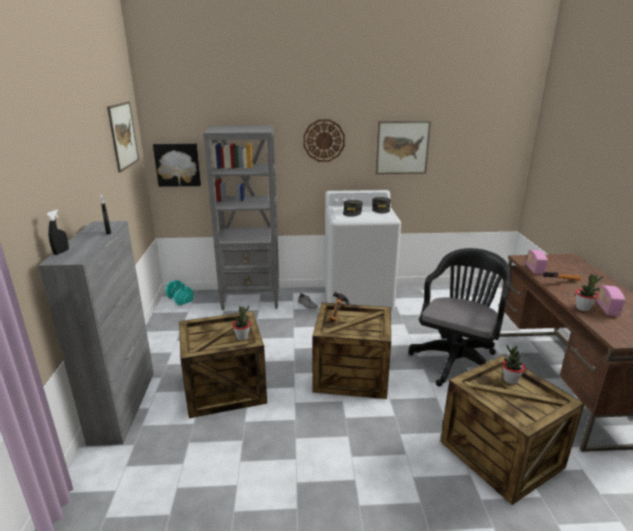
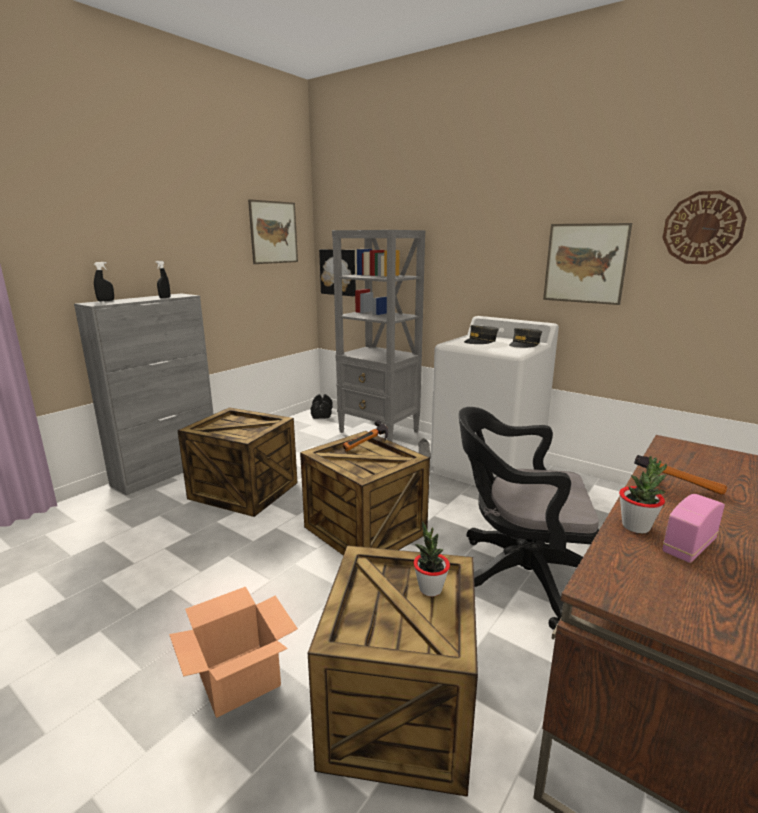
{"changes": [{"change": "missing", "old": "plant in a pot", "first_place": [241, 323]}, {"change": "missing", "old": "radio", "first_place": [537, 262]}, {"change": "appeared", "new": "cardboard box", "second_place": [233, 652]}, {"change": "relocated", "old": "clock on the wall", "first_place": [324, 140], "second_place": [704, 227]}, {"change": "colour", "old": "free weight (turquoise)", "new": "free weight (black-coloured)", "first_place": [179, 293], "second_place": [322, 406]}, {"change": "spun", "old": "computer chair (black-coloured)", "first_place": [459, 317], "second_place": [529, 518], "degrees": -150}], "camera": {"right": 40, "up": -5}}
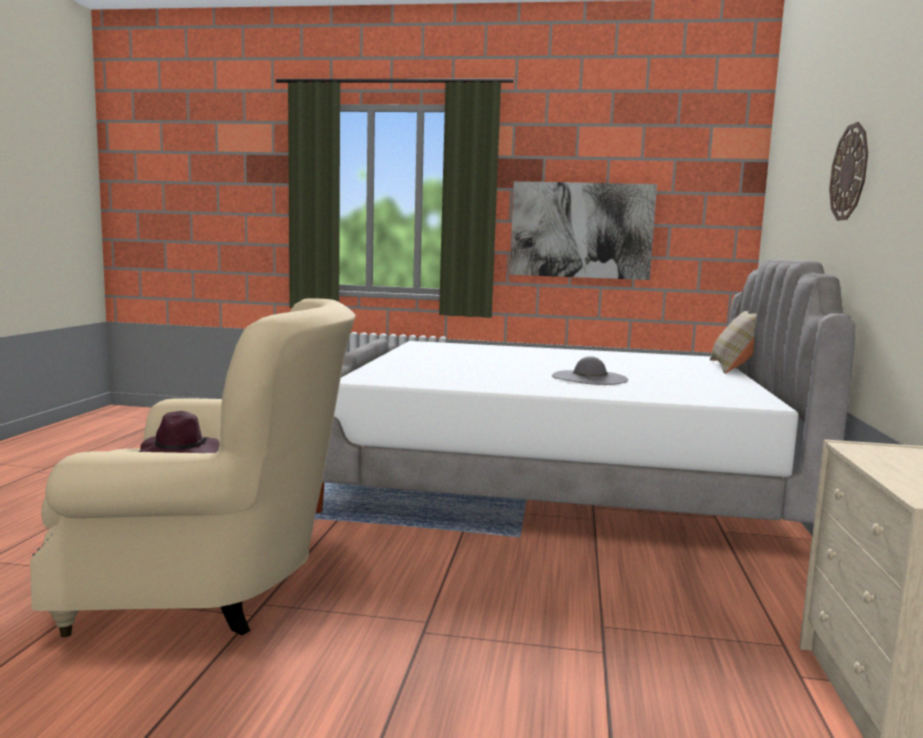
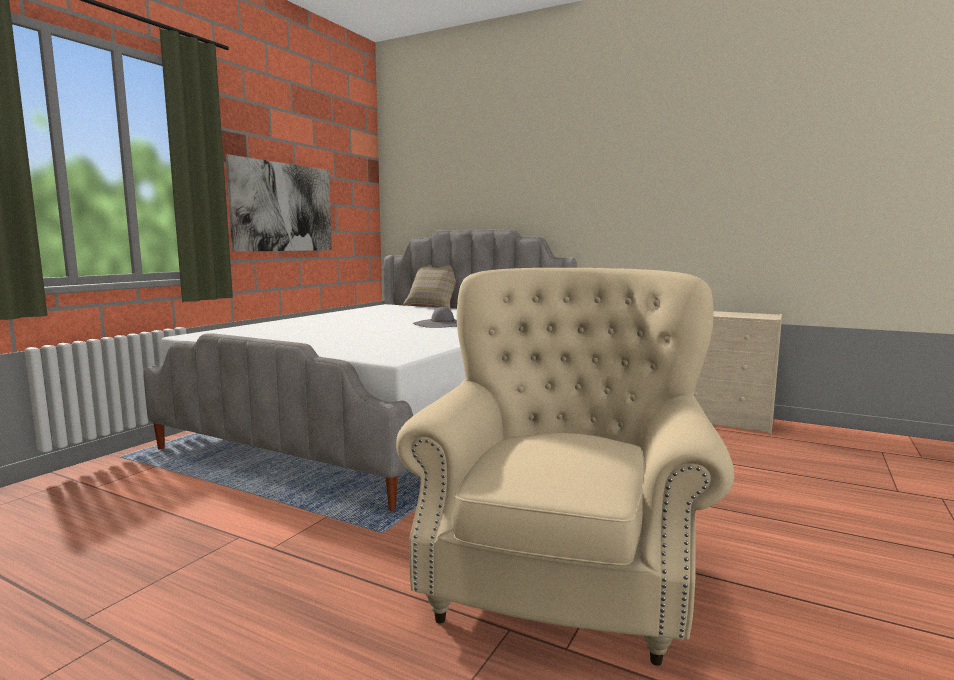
{"changes": [{"change": "missing", "old": "clothing hat (purple-coloured)", "first_place": [179, 432]}, {"change": "missing", "old": "clock on the wall", "first_place": [848, 171]}], "camera": {"right": -70, "up": 0}}
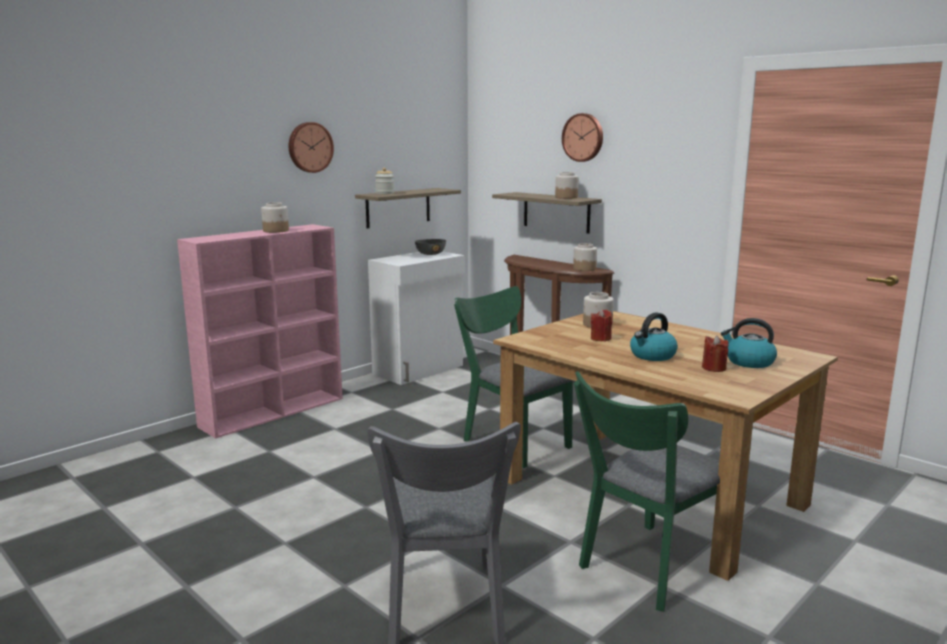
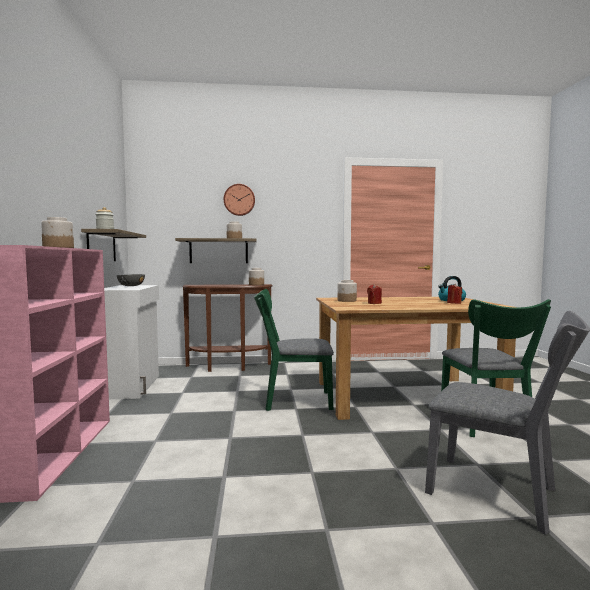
{"changes": [{"change": "missing", "old": "clock on the wall", "first_place": [311, 147]}, {"change": "missing", "old": "water kettle", "first_place": [654, 336]}], "camera": {"right": -50, "up": -10}}
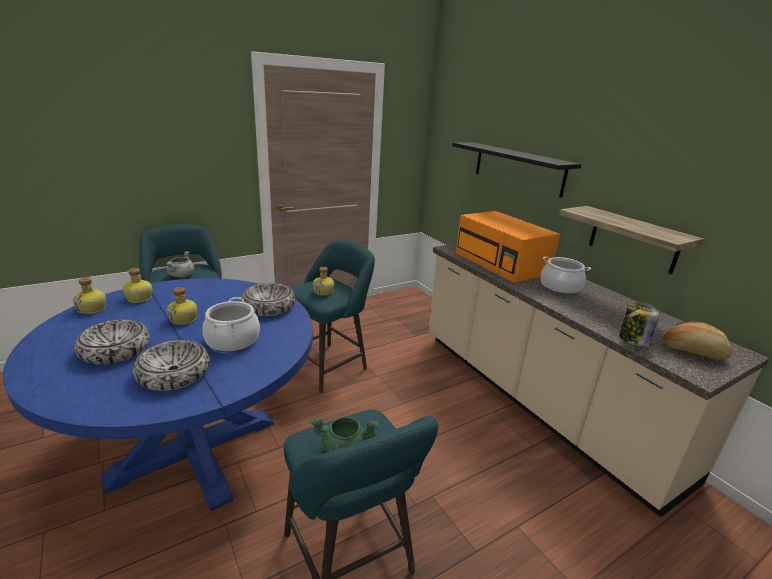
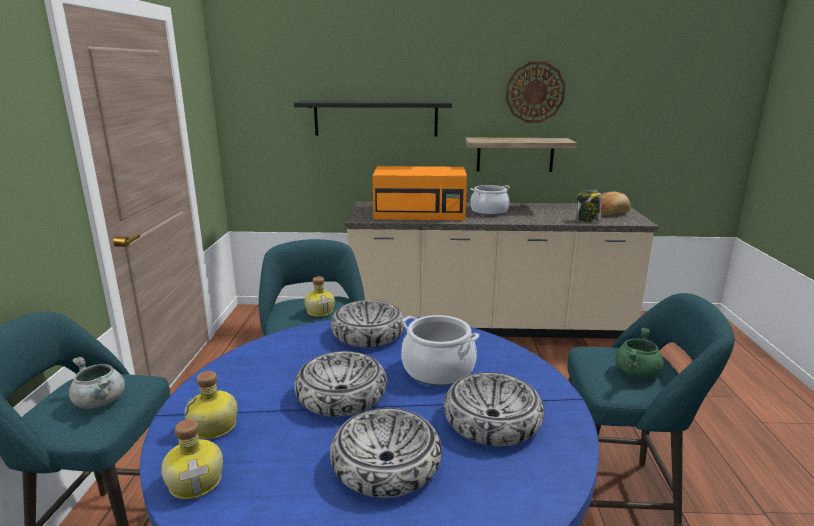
{"changes": [{"change": "appeared", "new": "clock on the wall", "second_place": [536, 92]}, {"change": "exchanged", "old": "beverage bottle", "new": "deep dish", "first_place": [182, 306], "second_place": [340, 384]}], "camera": {"right": -55, "up": -5}}
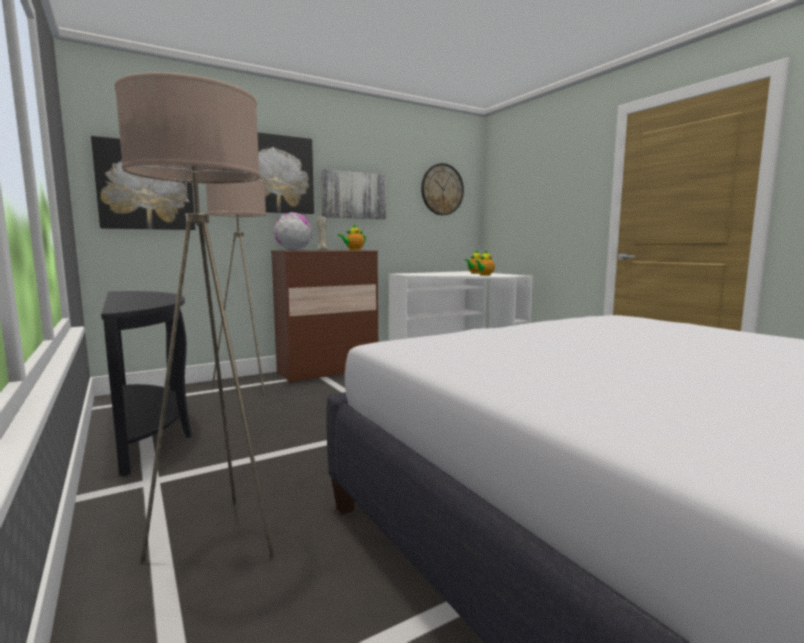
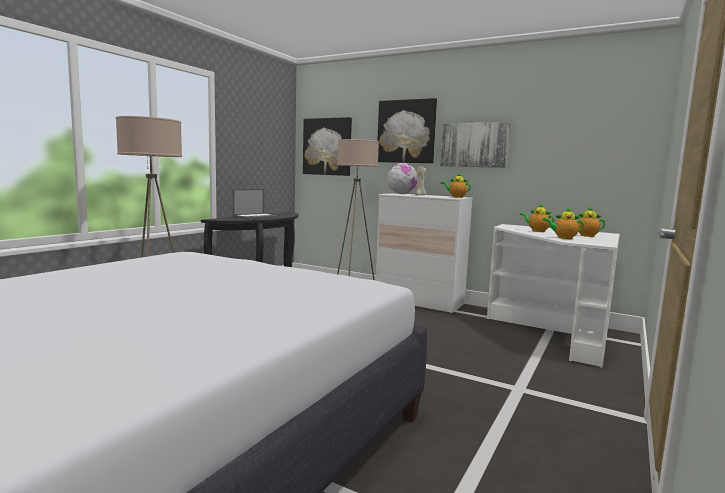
{"changes": [{"change": "missing", "old": "clock on the wall", "first_place": [442, 189]}, {"change": "appeared", "new": "laptop", "second_place": [257, 204]}, {"change": "appeared", "new": "teapot", "second_place": [537, 218]}, {"change": "colour", "old": "chest of drawers (brown-coloured)", "new": "chest of drawers (white)", "first_place": [324, 316], "second_place": [424, 253]}], "camera": {"right": 60, "up": 0}}
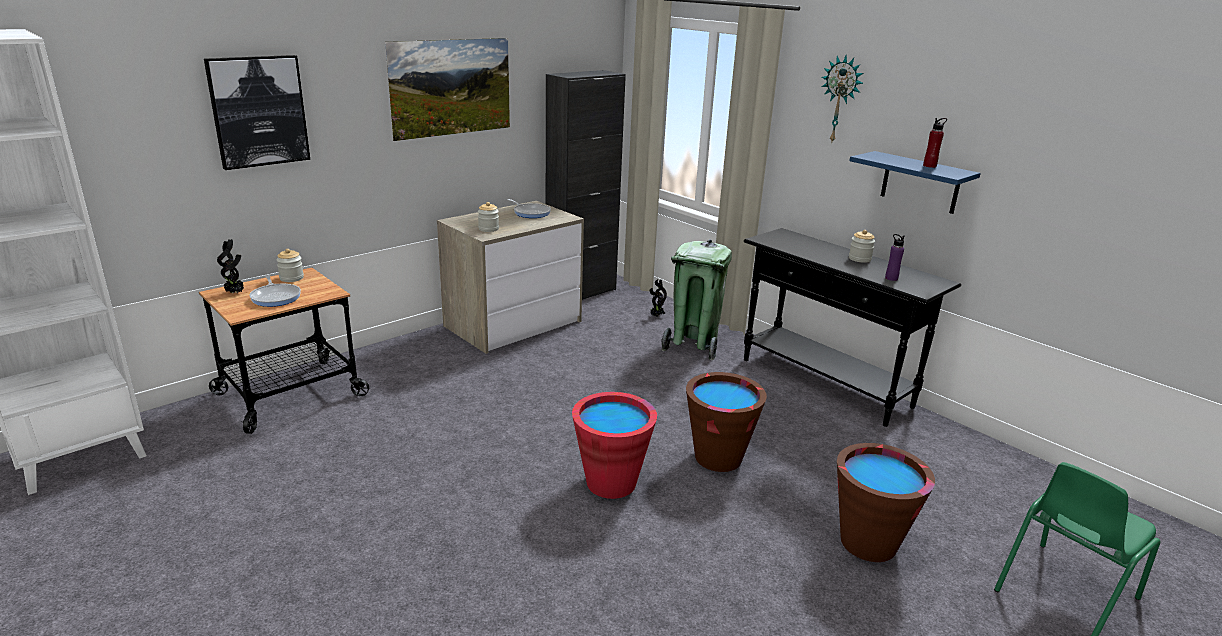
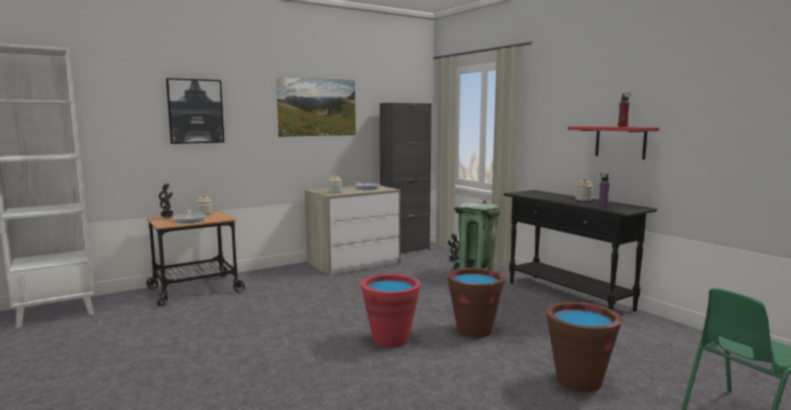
{"changes": [{"change": "missing", "old": "clock on the wall", "first_place": [842, 100]}, {"change": "colour", "old": "bracket shelf (bluish)", "new": "bracket shelf (red-coloured)", "first_place": [915, 182], "second_place": [613, 143]}], "camera": {"right": 10, "up": -15}}
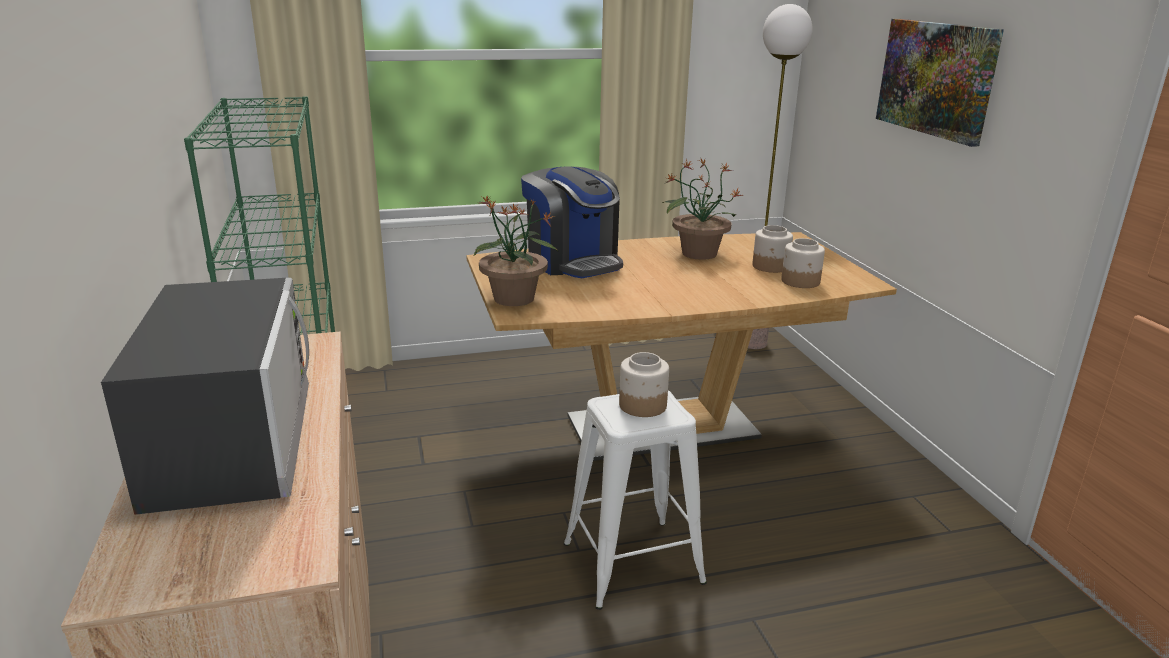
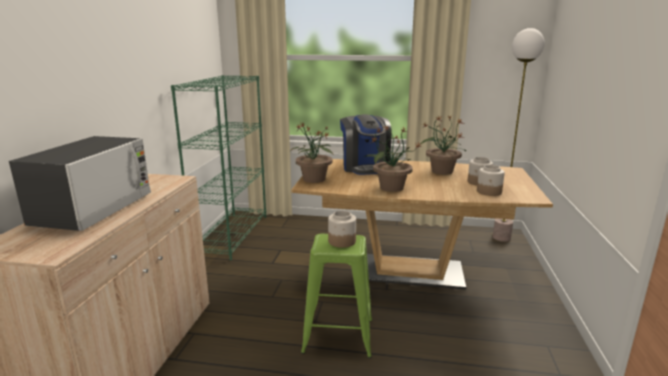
{"changes": [{"change": "missing", "old": "wall art", "first_place": [940, 83]}, {"change": "appeared", "new": "plant in a pot", "second_place": [392, 158]}, {"change": "colour", "old": "stool seat (white)", "new": "stool seat (greenish)", "first_place": [635, 500], "second_place": [336, 296]}], "camera": {"right": 25, "up": -5}}
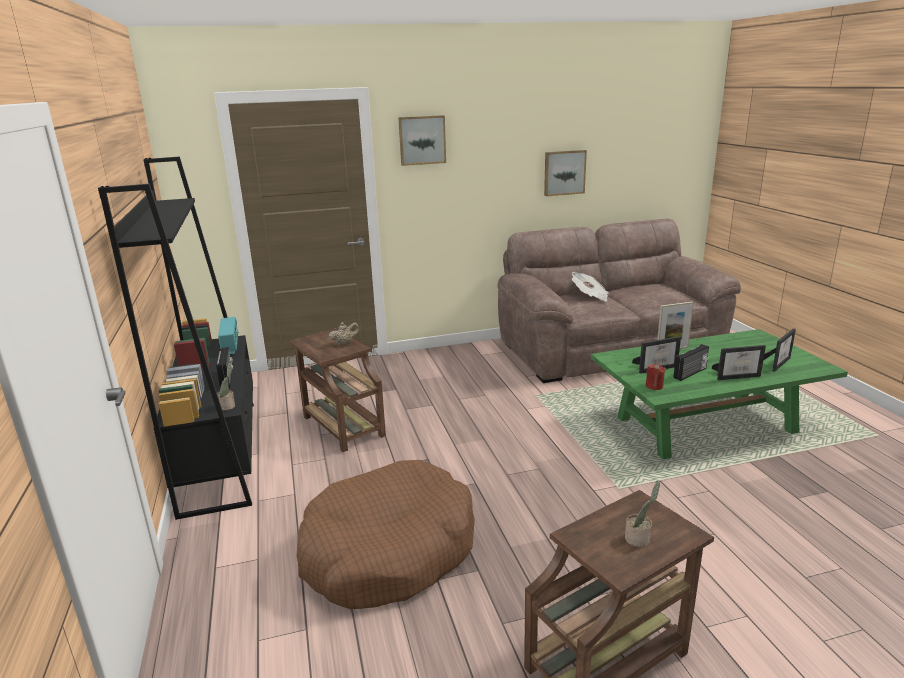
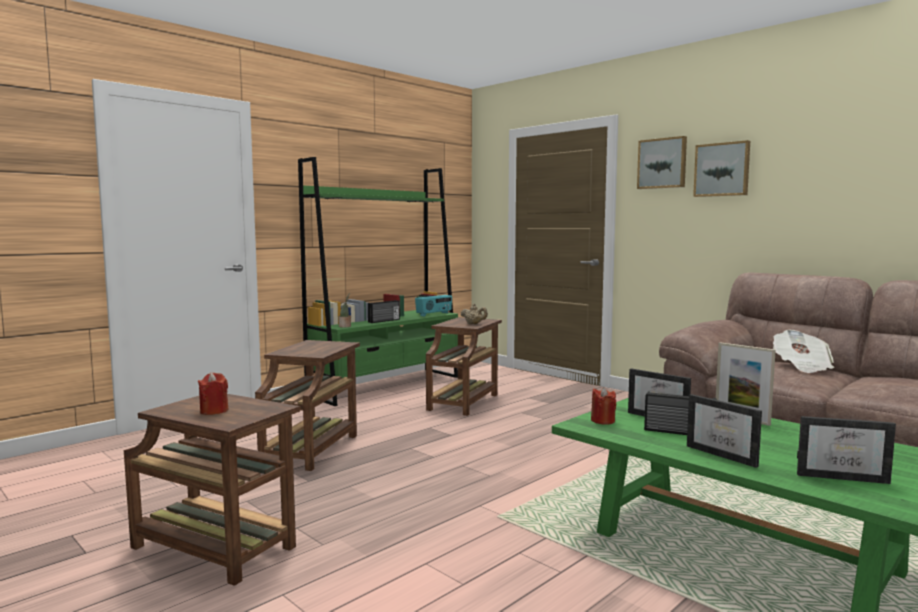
{"changes": [{"change": "relocated", "old": "wall art", "first_place": [565, 173], "second_place": [721, 168]}, {"change": "exchanged", "old": "dog bed (brown-coloured)", "new": "accent table (brown-coloured)", "first_place": [386, 534], "second_place": [307, 405]}, {"change": "exchanged", "old": "plant in a pot", "new": "wax candle (red-coloured)", "first_place": [642, 513], "second_place": [213, 393]}, {"change": "colour", "old": "bookshelf (black-coloured)", "new": "bookshelf (greenish)", "first_place": [176, 338], "second_place": [378, 281]}], "camera": {"right": 60, "up": -15}}
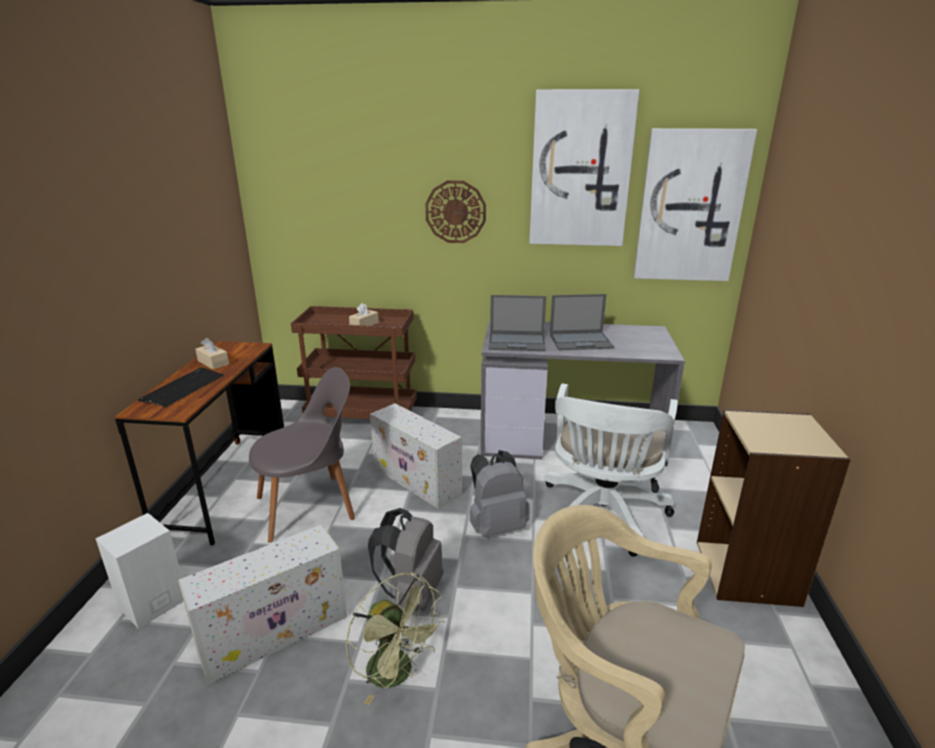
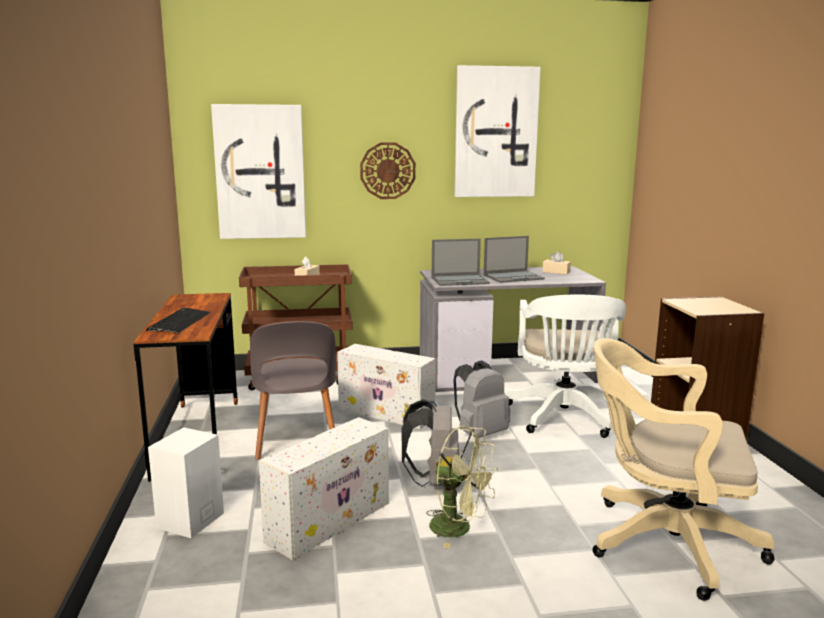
{"changes": [{"change": "relocated", "old": "tissue holder (sand-coloured)", "first_place": [212, 354], "second_place": [556, 263]}, {"change": "relocated", "old": "wall art", "first_place": [695, 204], "second_place": [258, 171]}, {"change": "spun", "old": "plain chair (gray)", "first_place": [302, 455], "second_place": [293, 390], "degrees": 120}], "camera": {"right": -15, "up": -10}}
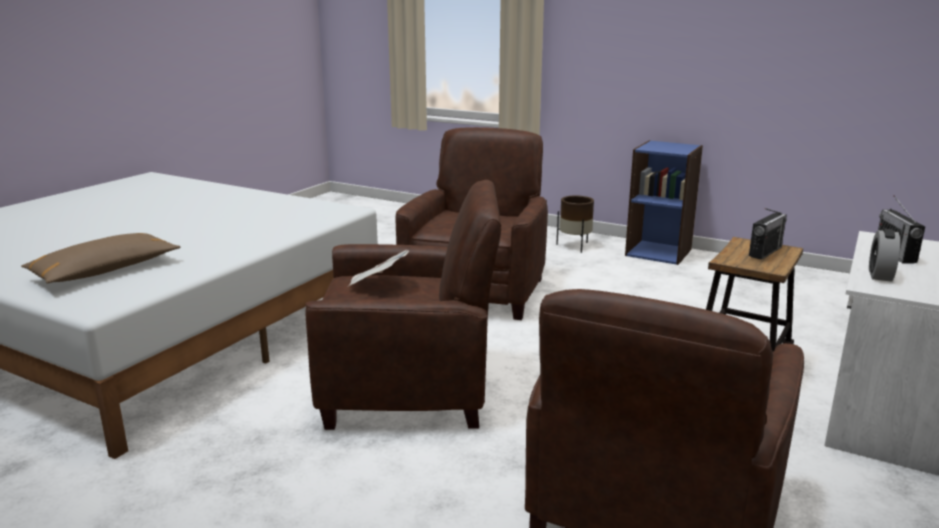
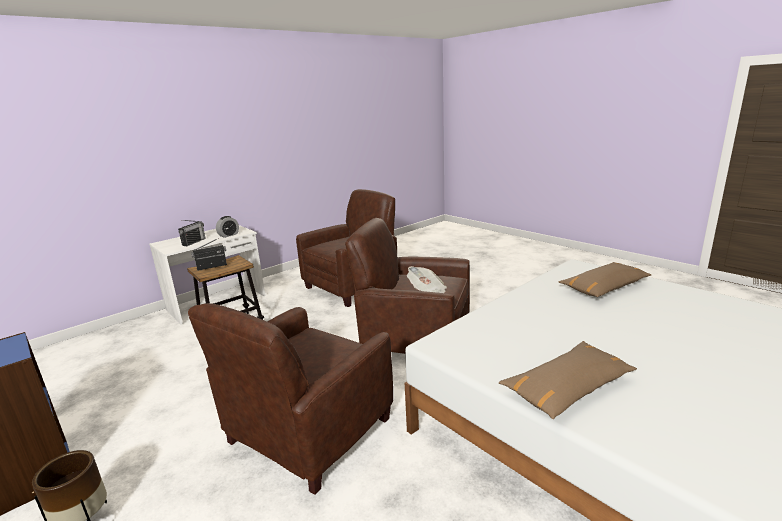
{"changes": [{"change": "appeared", "new": "throw pillow (brown-coloured)", "second_place": [568, 380]}], "camera": {"right": -160, "up": 0}}
